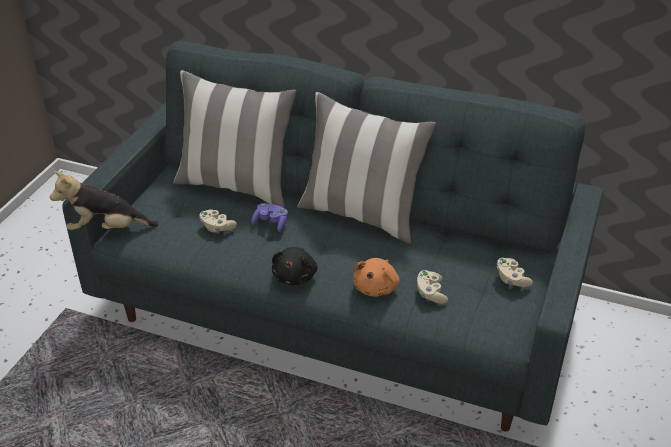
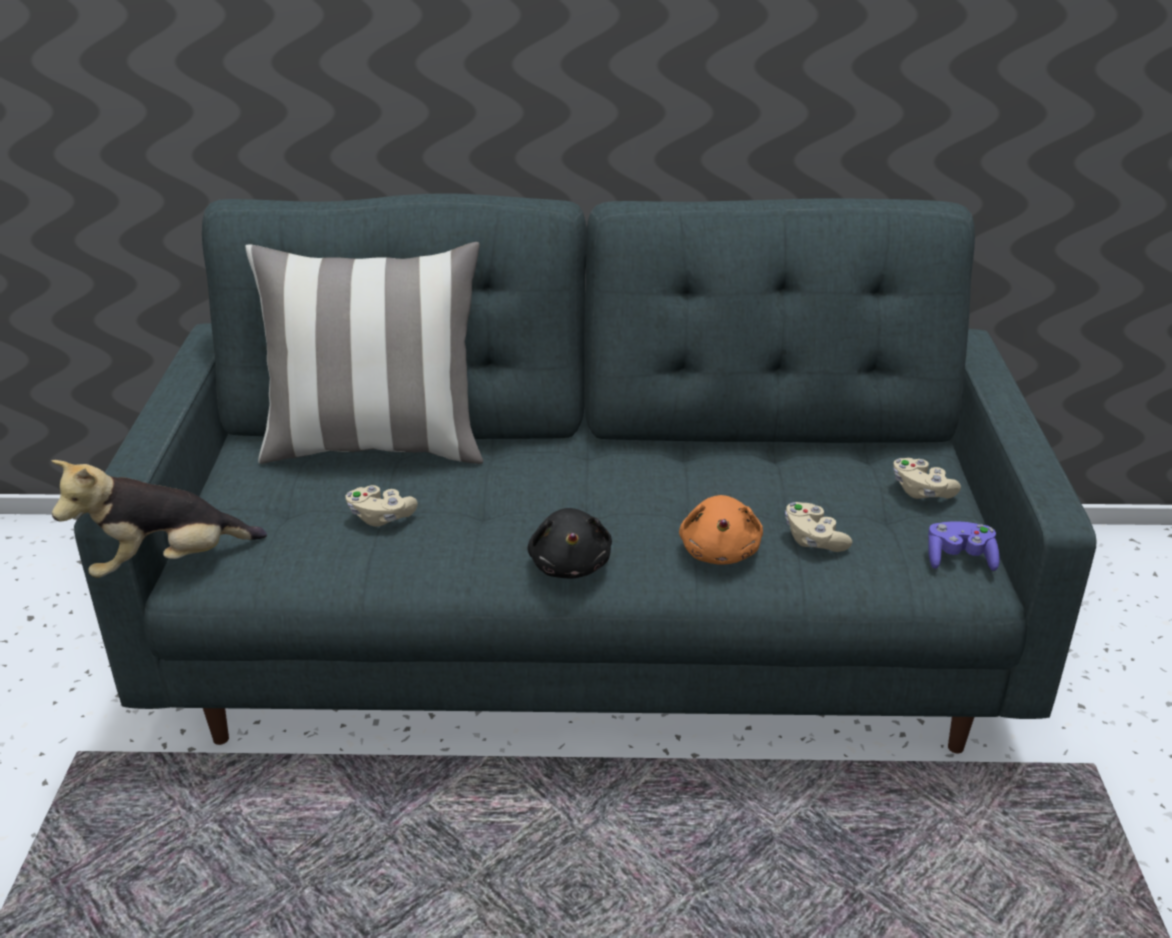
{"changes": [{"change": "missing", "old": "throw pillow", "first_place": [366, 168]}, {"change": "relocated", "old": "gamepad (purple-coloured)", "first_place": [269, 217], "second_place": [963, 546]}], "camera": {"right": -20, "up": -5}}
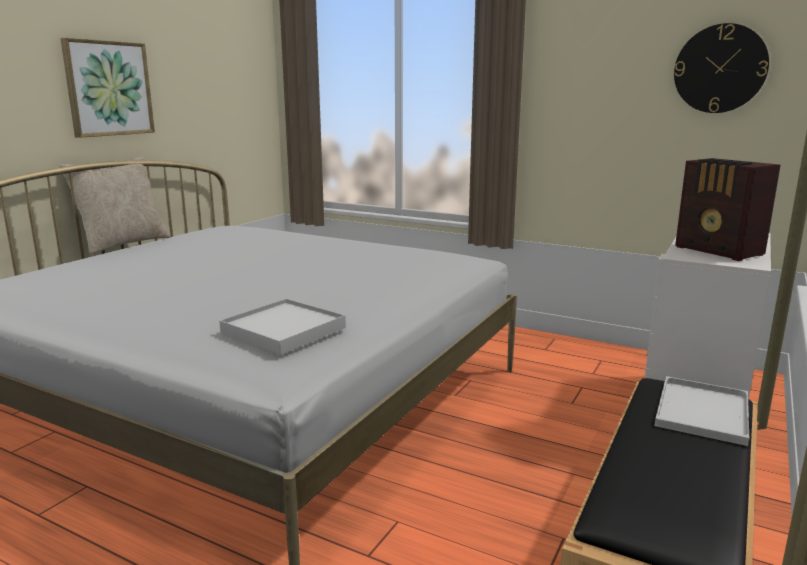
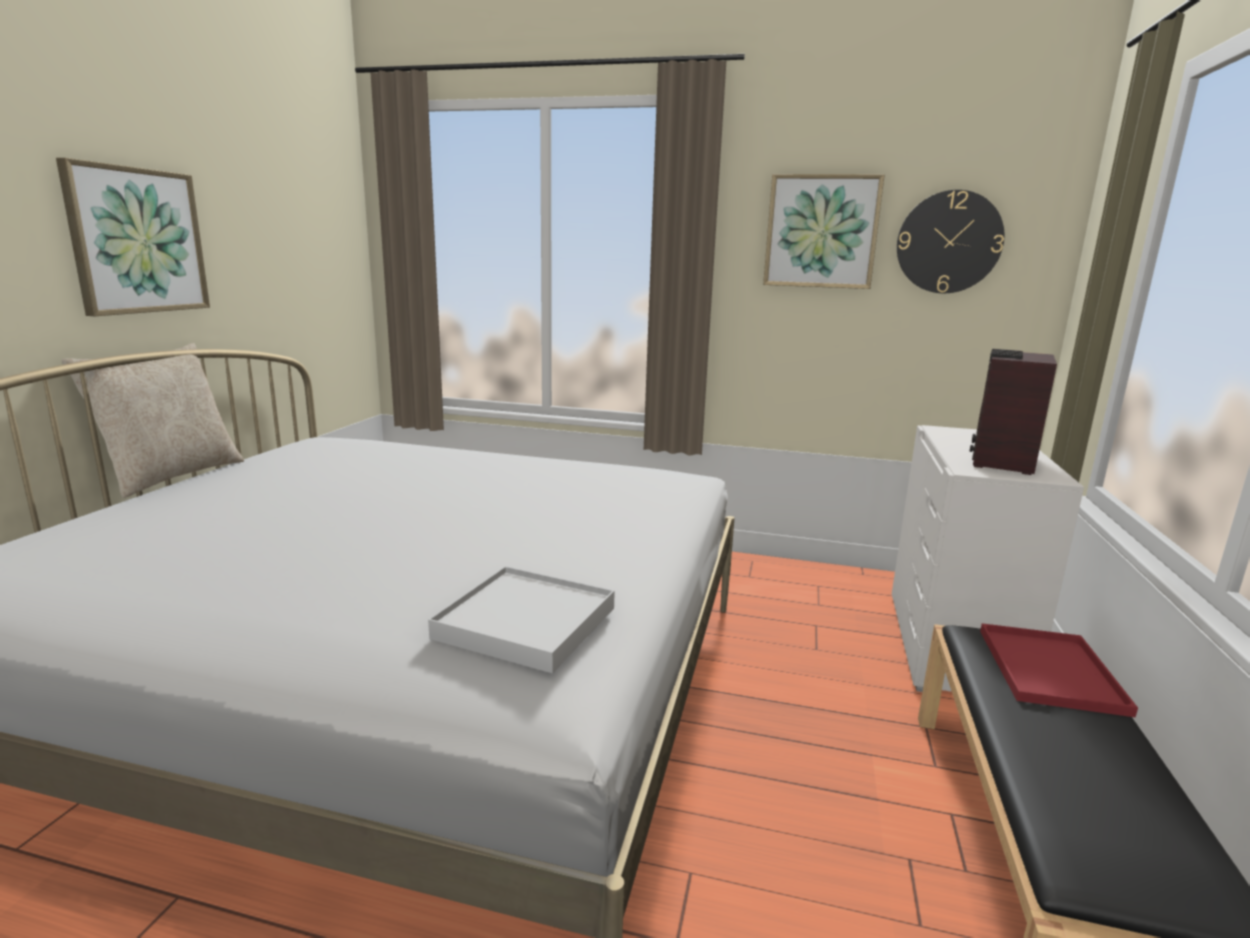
{"changes": [{"change": "appeared", "new": "wall art", "second_place": [824, 231]}, {"change": "colour", "old": "serving tray (white)", "new": "serving tray (red-coloured)", "first_place": [702, 411], "second_place": [1059, 670]}, {"change": "spun", "old": "radio", "first_place": [727, 209], "second_place": [1013, 412], "degrees": 75}], "camera": {"right": -15, "up": 0}}
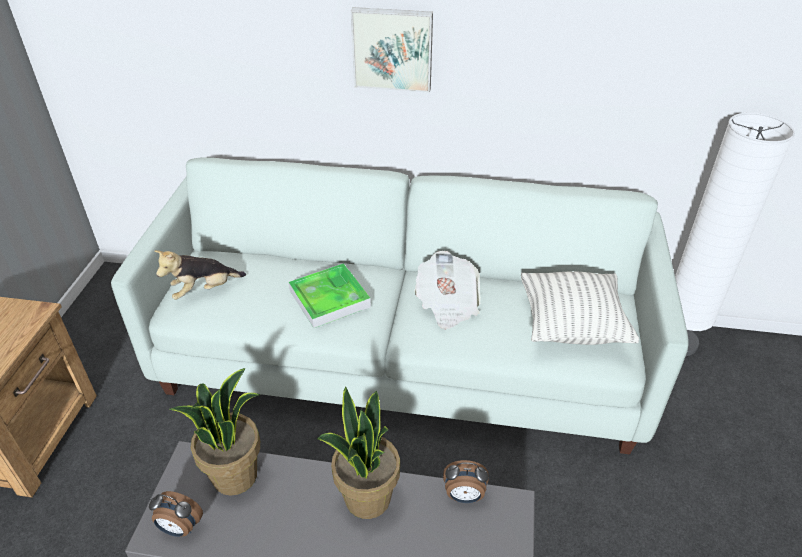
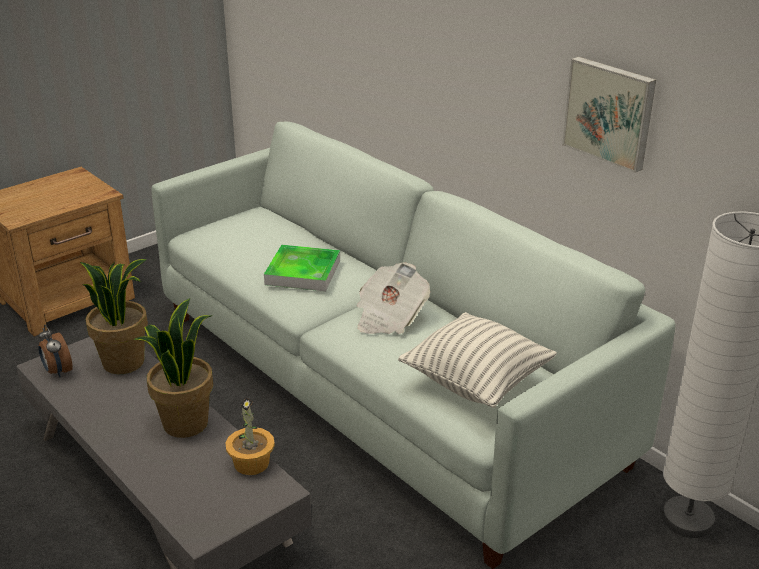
{"changes": [{"change": "missing", "old": "cuddly toy", "first_place": [200, 275]}, {"change": "relocated", "old": "wall art", "first_place": [392, 50], "second_place": [609, 115]}, {"change": "exchanged", "old": "alarm clock", "new": "plant in a pot", "first_place": [466, 481], "second_place": [250, 436]}], "camera": {"right": 40, "up": -10}}
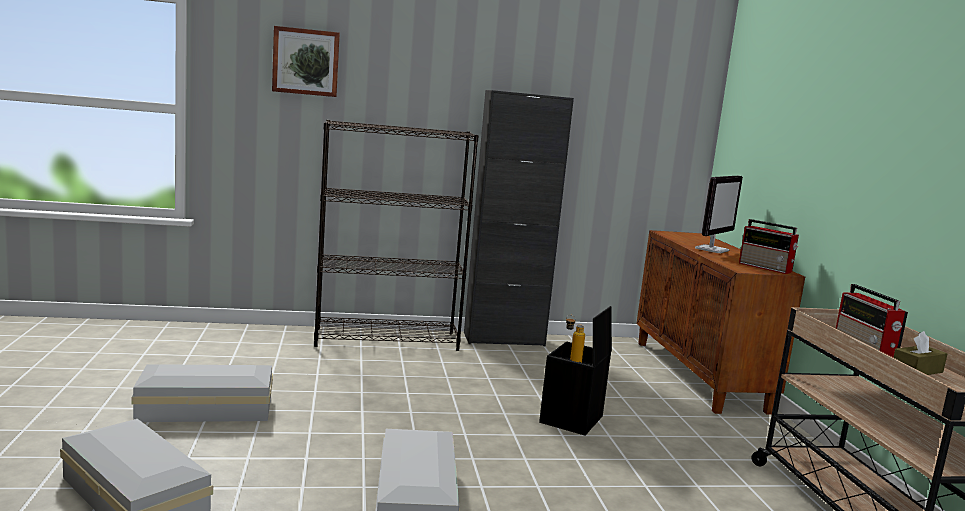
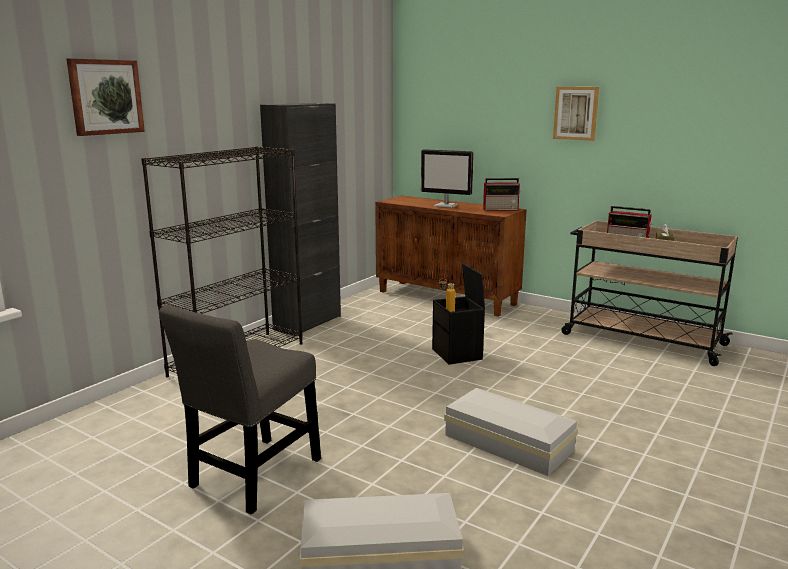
{"changes": [{"change": "appeared", "new": "wall art", "second_place": [576, 114]}, {"change": "exchanged", "old": "storage box (white)", "new": "plain chair (gray)", "first_place": [202, 393], "second_place": [240, 409]}, {"change": "spun", "old": "computer screen", "first_place": [719, 214], "second_place": [447, 178], "degrees": 120}], "camera": {"right": -45, "up": 5}}
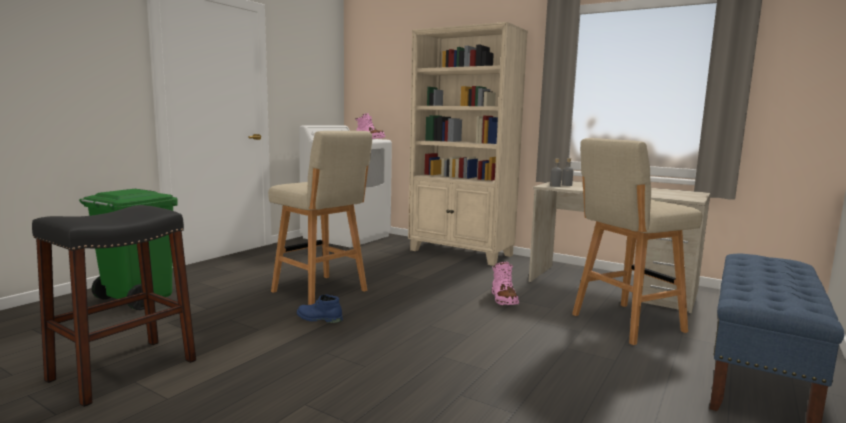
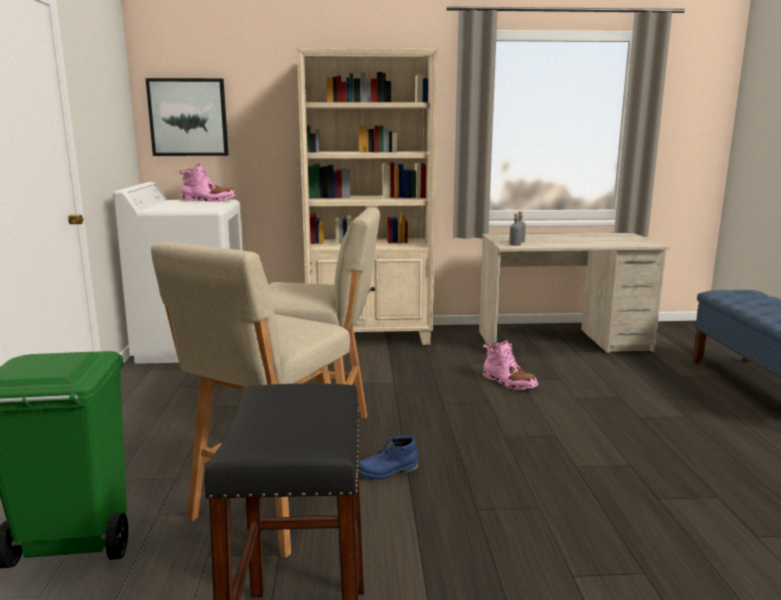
{"changes": [{"change": "appeared", "new": "wall art", "second_place": [187, 117]}, {"change": "relocated", "old": "stool seat (sand-coloured)", "first_place": [637, 241], "second_place": [250, 400]}], "camera": {"right": -35, "up": 5}}
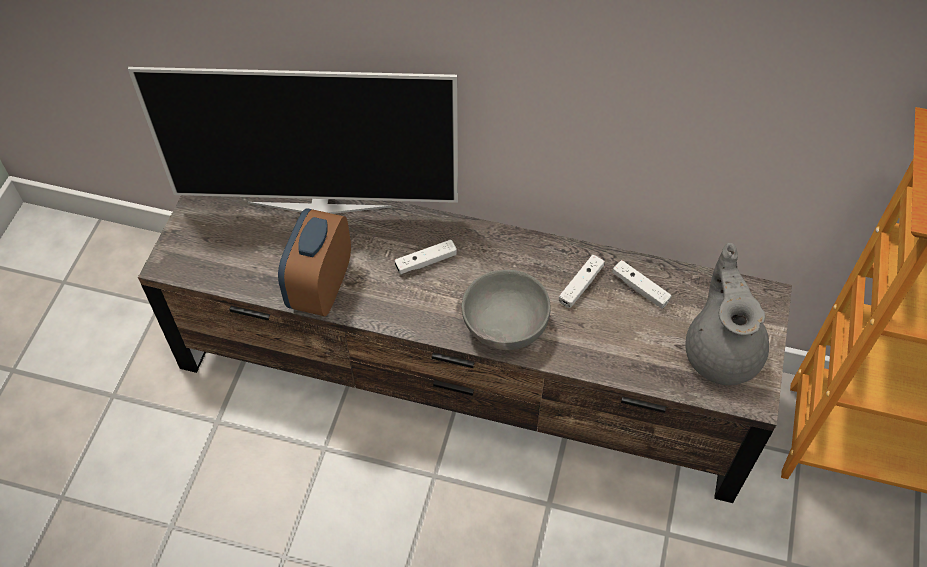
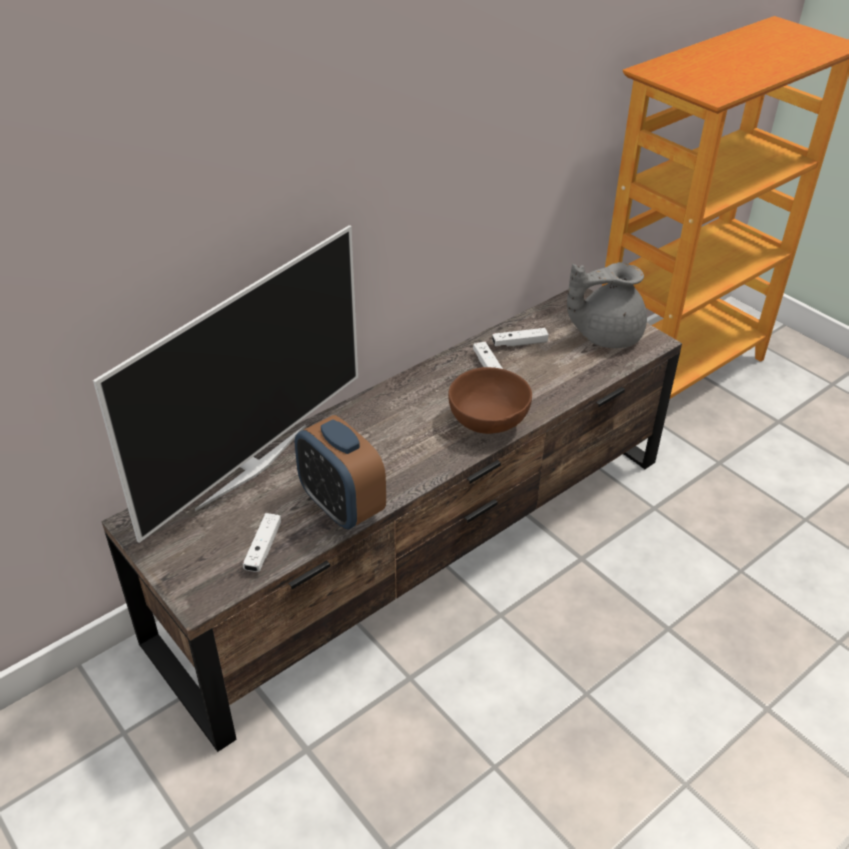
{"changes": [{"change": "relocated", "old": "gamepad (white)", "first_place": [426, 257], "second_place": [262, 542]}, {"change": "colour", "old": "deep dish (gray)", "new": "deep dish (brown-coloured)", "first_place": [506, 310], "second_place": [490, 400]}, {"change": "spun", "old": "teapot (gray)", "first_place": [727, 314], "second_place": [607, 305], "degrees": -45}], "camera": {"right": -55, "up": -15}}
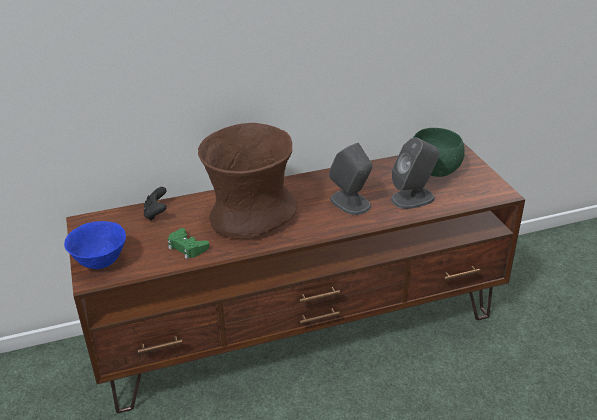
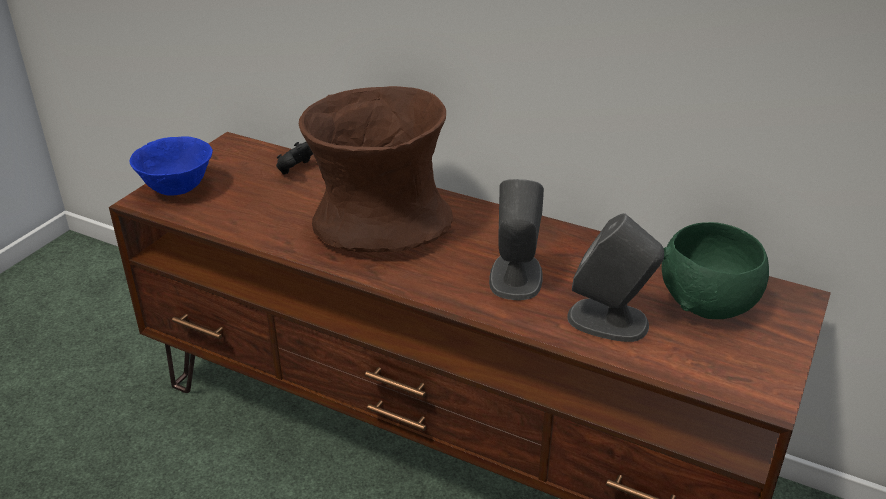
{"changes": [{"change": "missing", "old": "gamepad (greenish)", "first_place": [188, 243]}], "camera": {"right": 45, "up": 0}}
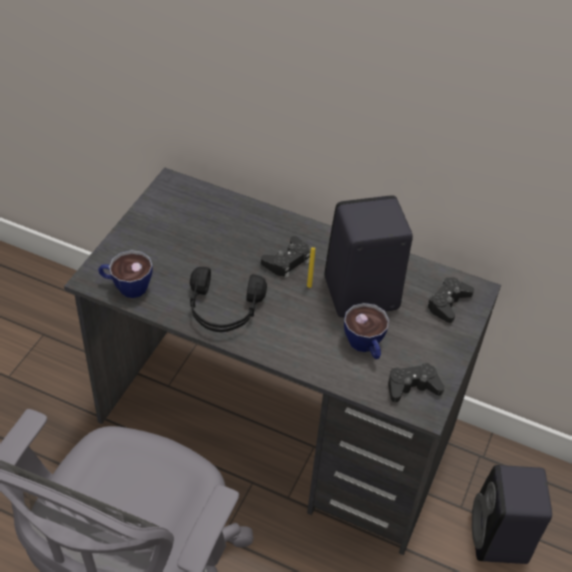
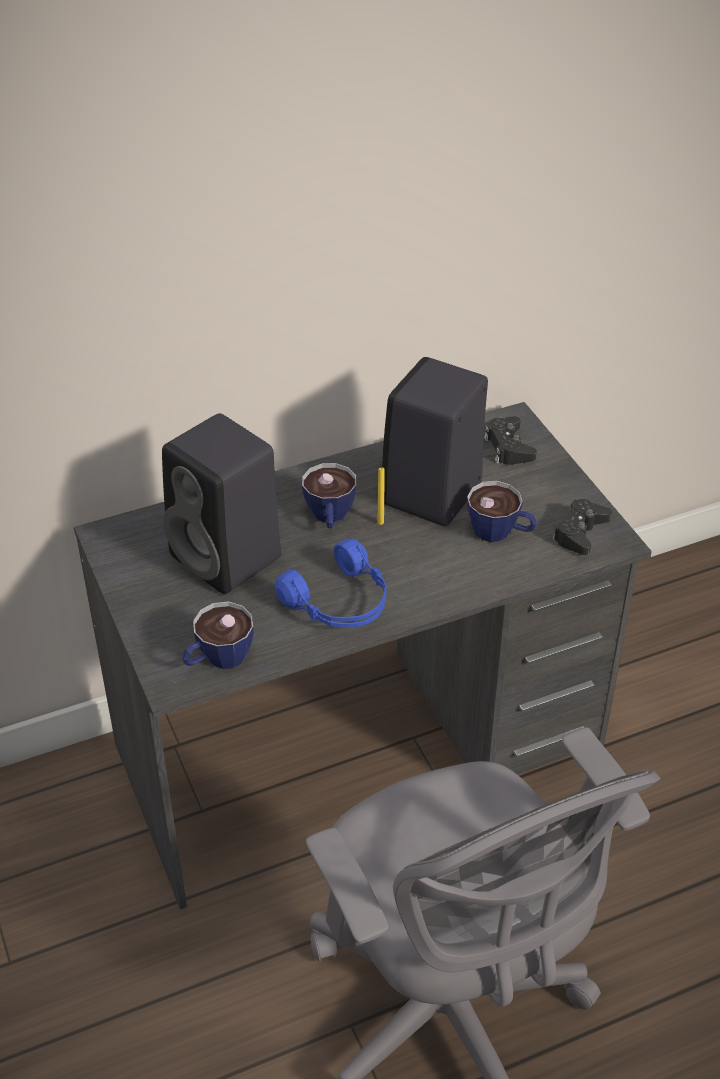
{"changes": [{"change": "relocated", "old": "speaker (black-coloured)", "first_place": [512, 514], "second_place": [221, 503]}, {"change": "exchanged", "old": "gamepad (black-coloured)", "new": "cup", "first_place": [285, 257], "second_place": [329, 495]}, {"change": "colour", "old": "headphones (black-coloured)", "new": "headphones (bluish)", "first_place": [228, 299], "second_place": [330, 583]}], "camera": {"right": -45, "up": -5}}
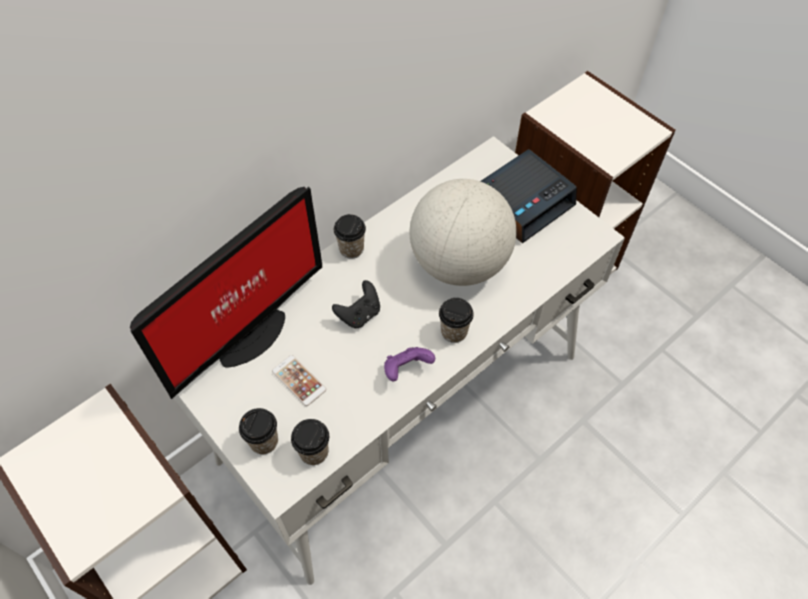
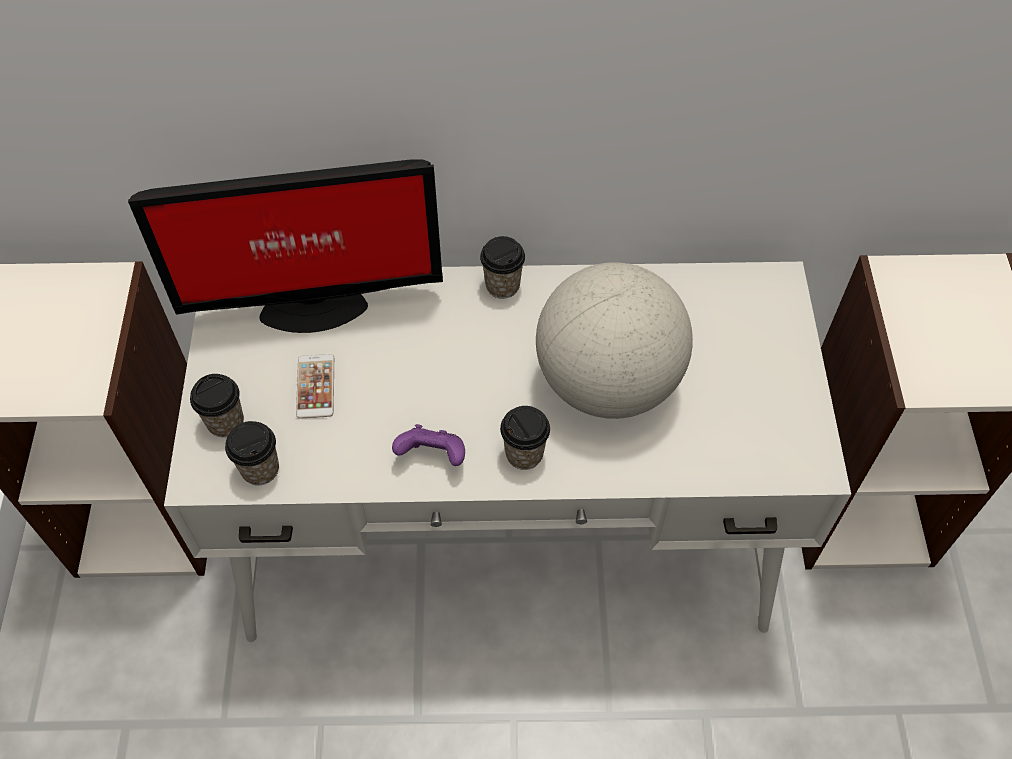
{"changes": [{"change": "missing", "old": "gamepad (black-coloured)", "first_place": [356, 304]}, {"change": "missing", "old": "alarm clock", "first_place": [529, 196]}], "camera": {"right": 40, "up": 0}}
